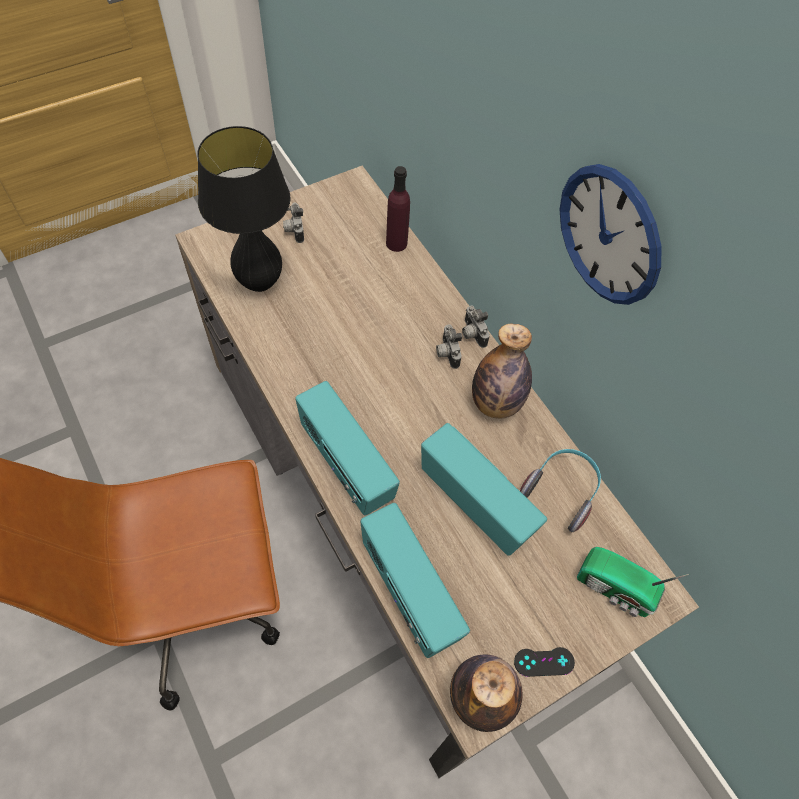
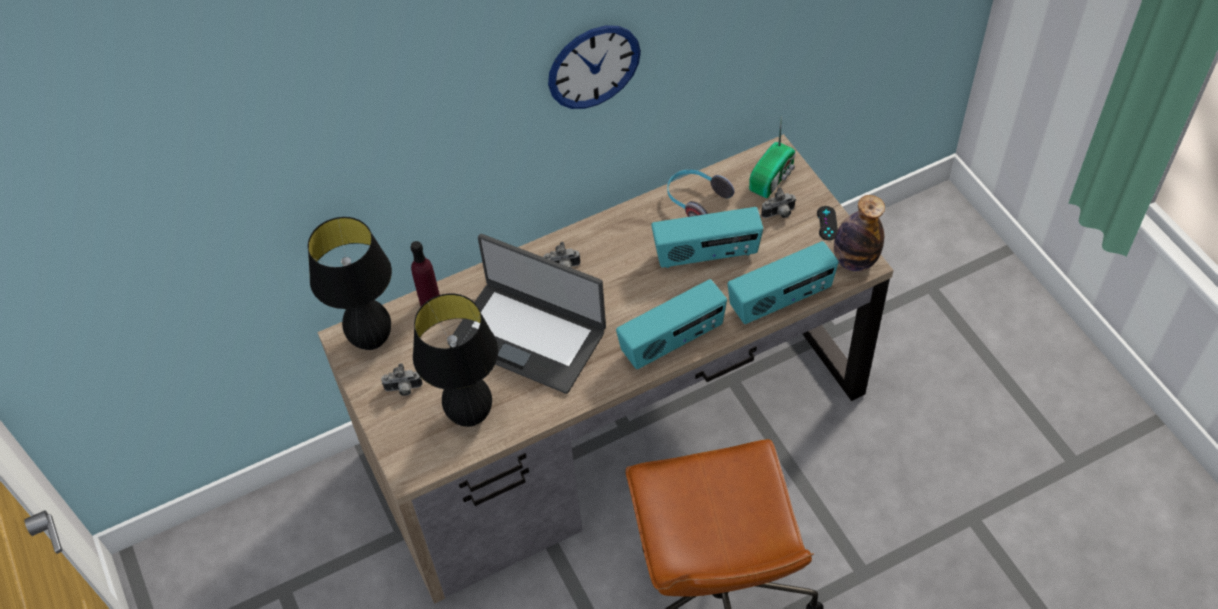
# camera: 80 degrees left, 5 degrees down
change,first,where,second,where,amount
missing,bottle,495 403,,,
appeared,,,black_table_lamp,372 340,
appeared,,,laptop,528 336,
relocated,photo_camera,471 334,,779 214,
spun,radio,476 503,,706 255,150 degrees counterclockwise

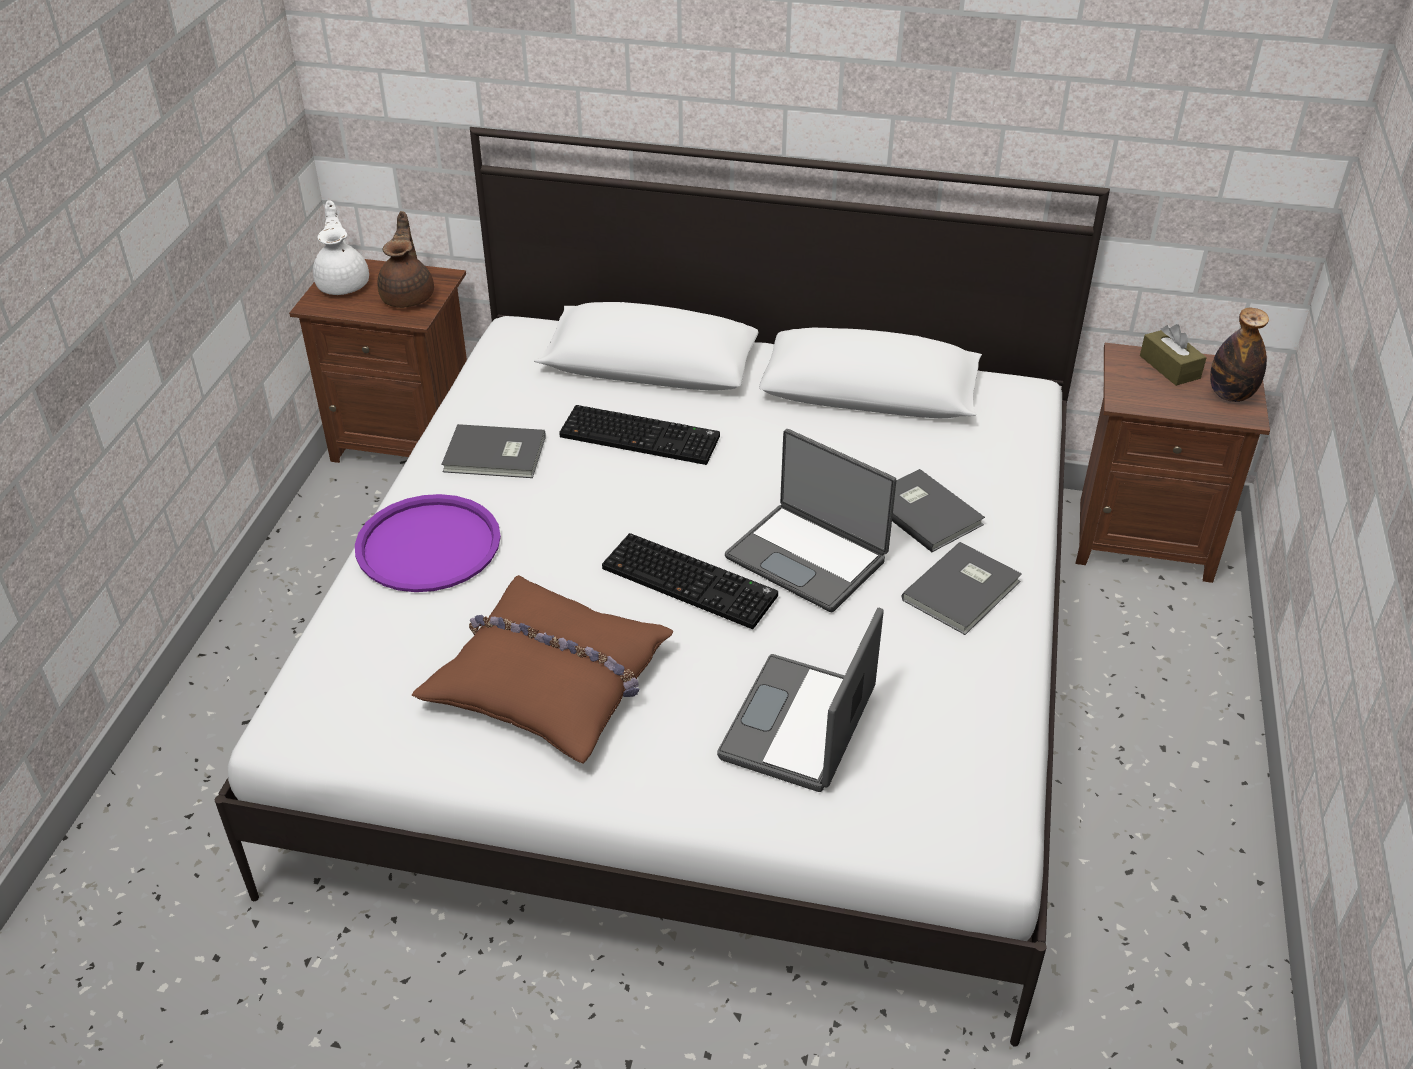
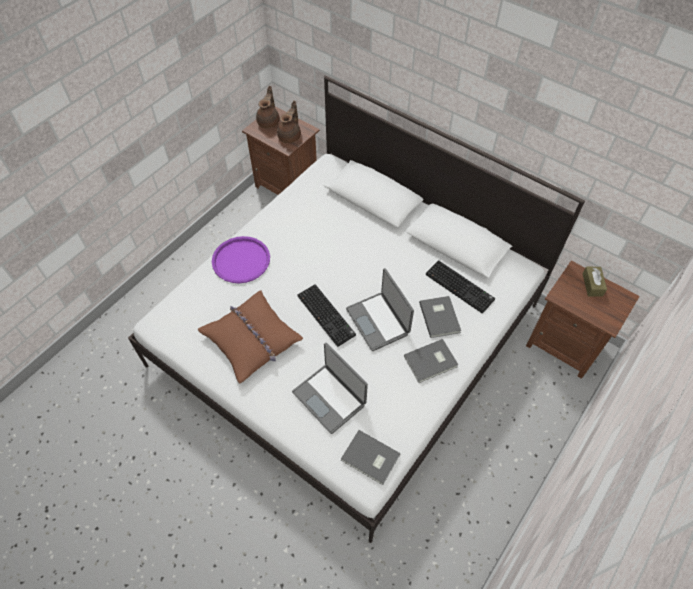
# camera: 25 degrees right, 15 degrees up
change,first,where,second,where,amount
missing,bottle,1230 395,,,
relocated,grey_book,495 456,,370 459,
relocated,keyboard,642 436,,460 286,
colour,white_teapot,344 284,brown_teapot,269 121,
spun,laptop,800 726,,330 398,90 degrees counterclockwise

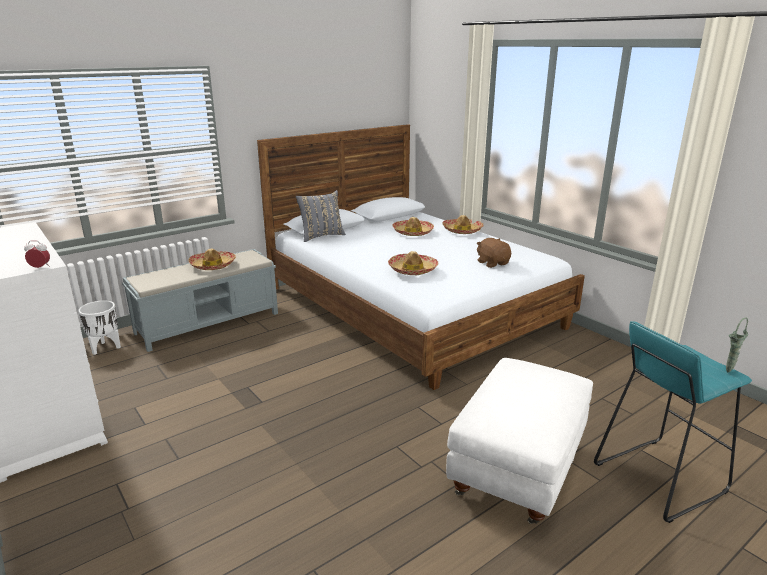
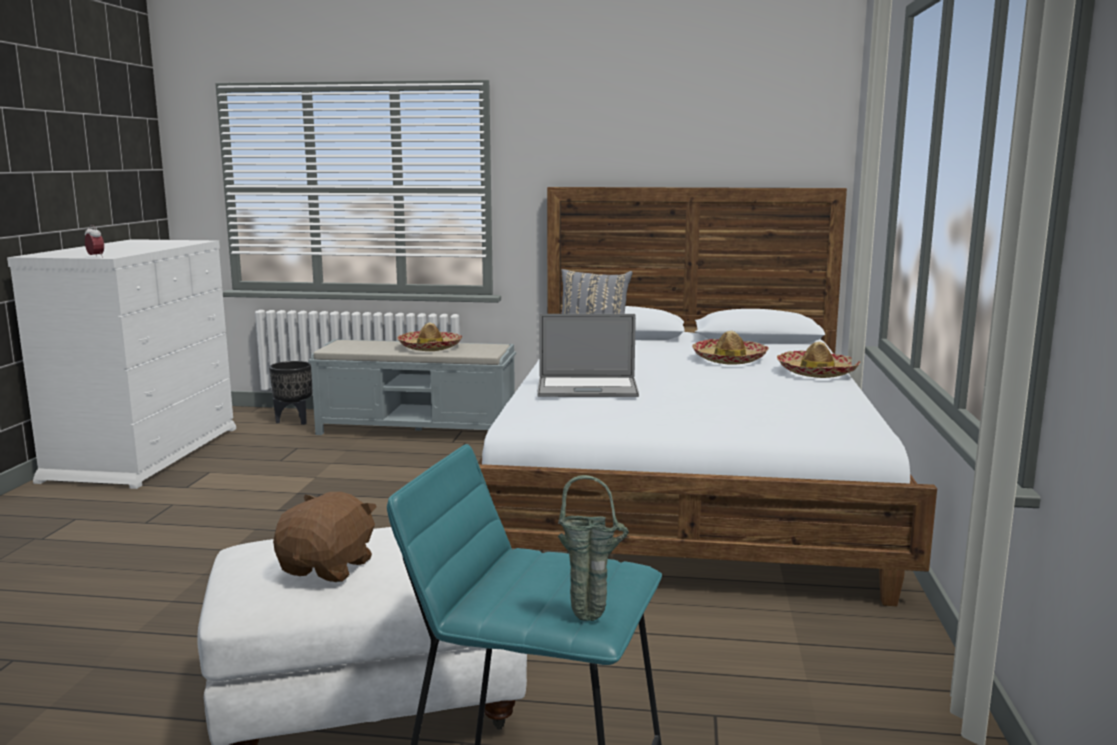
# camera: 45 degrees right, 10 degrees down
change,first,where,second,where,amount
relocated,brown_plush_toy,492 263,,328 567,
exchanged,hat,413 270,laptop,587 388,
colour,white_planter,105 348,black_planter,294 421,

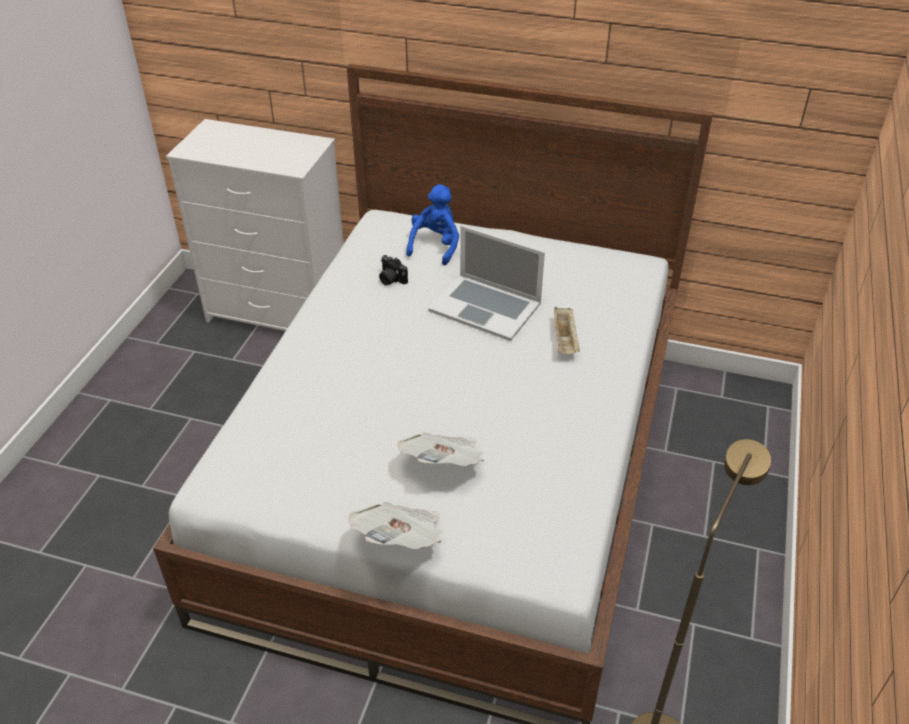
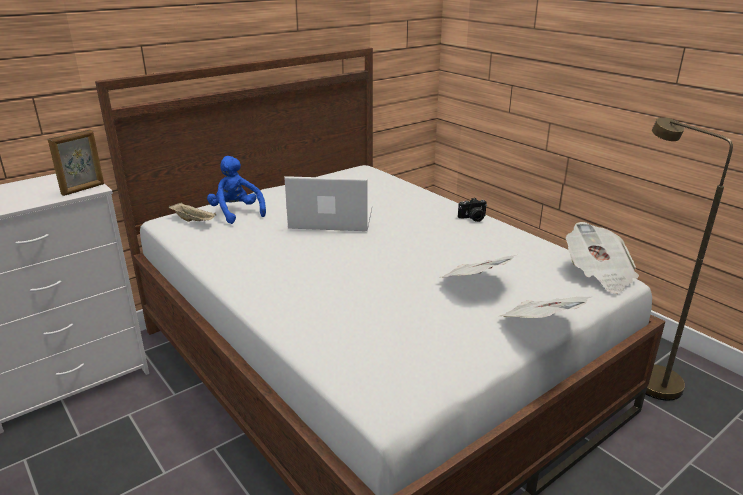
# camera: 55 degrees left, 15 degrees down
change,first,where,second,where,amount
appeared,,,picture_frame,83 189,
appeared,,,newspaper,598 274,
relocated,photo_camera,391 279,,473 218,
relocated,beige_tray,565 340,,194 221,
spun,laptop,485 306,,331 219,150 degrees counterclockwise

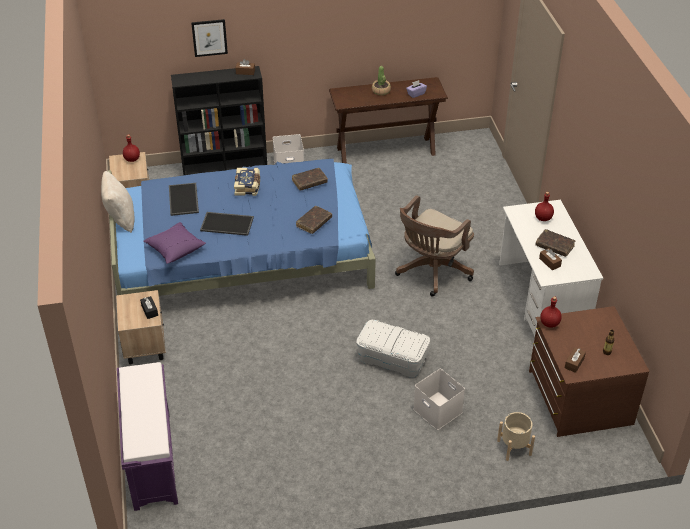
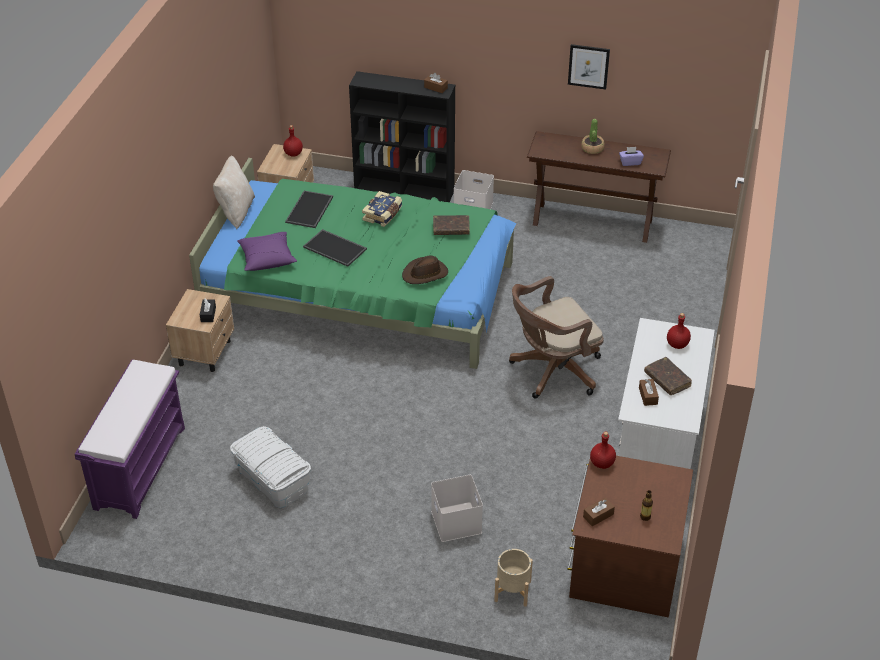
# camera: 25 degrees right, 0 degrees up
change,first,where,second,where,amount
relocated,picture,209 37,,588 66,
relocated,white_storage_box,392 359,,272 480,
exchanged,brown_book,314 223,brown_hat,425 274,
colour,blue_bed,244 256,green_bed,362 292,

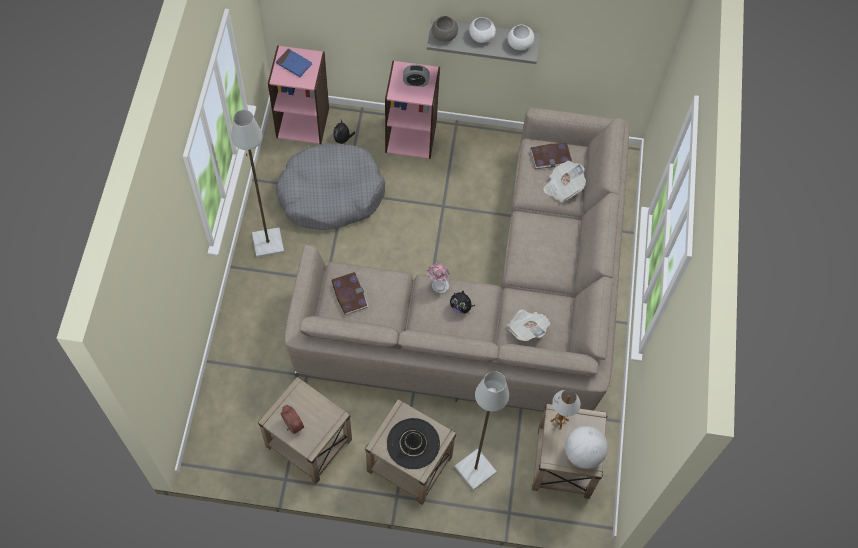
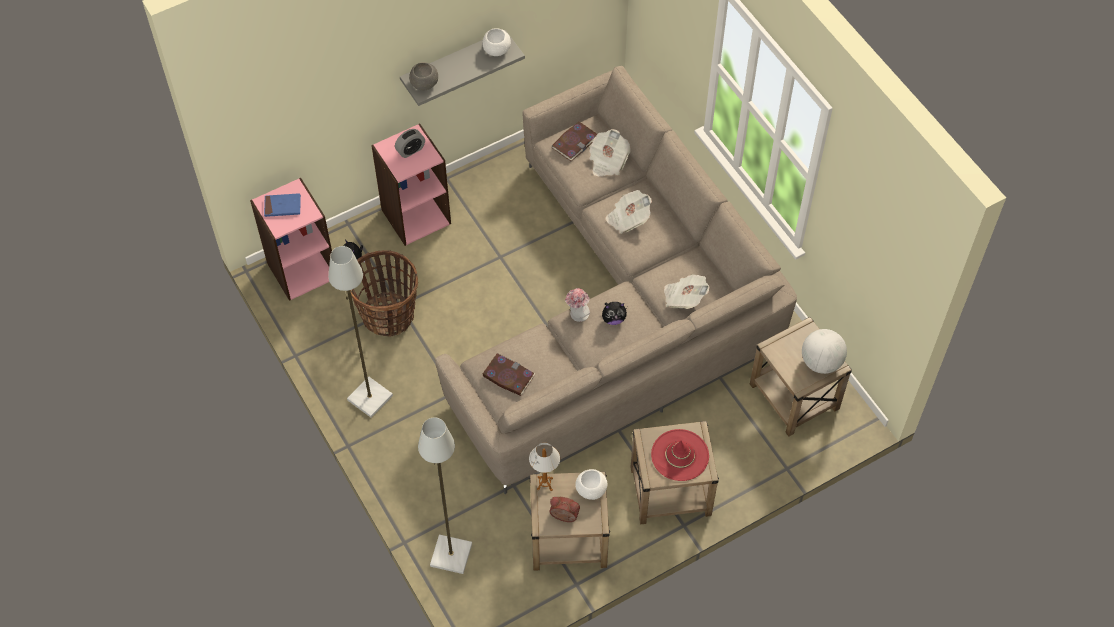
# camera: 35 degrees left, 5 degrees down
change,first,where,second,where,amount
appeared,,,newspaper,628 218,
relocated,grey_floor_lamp,474 469,,450 555,
relocated,white_bowl,481 36,,590 489,
relocated,table_lamp,559 420,,545 484,
exchanged,grey_dog_bed,330 194,basket,388 315,
colour,black_hat,413 444,red_hat,680 455,

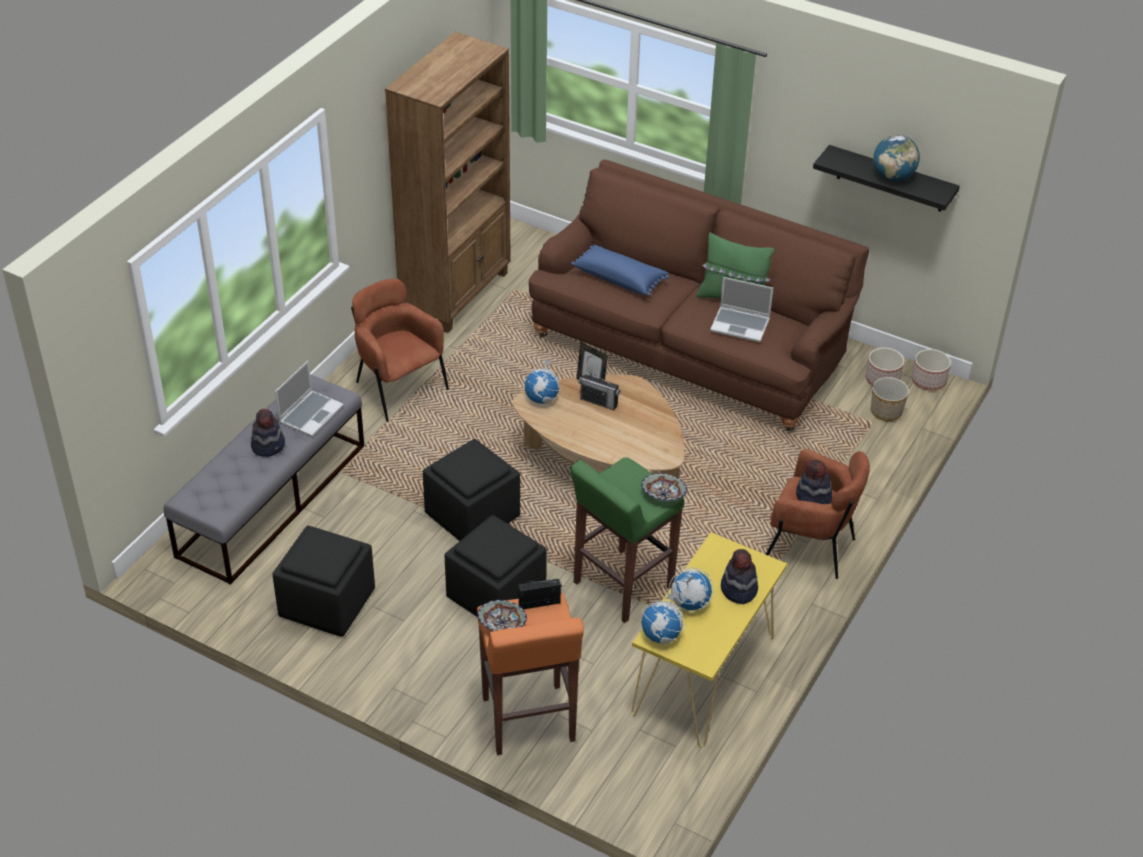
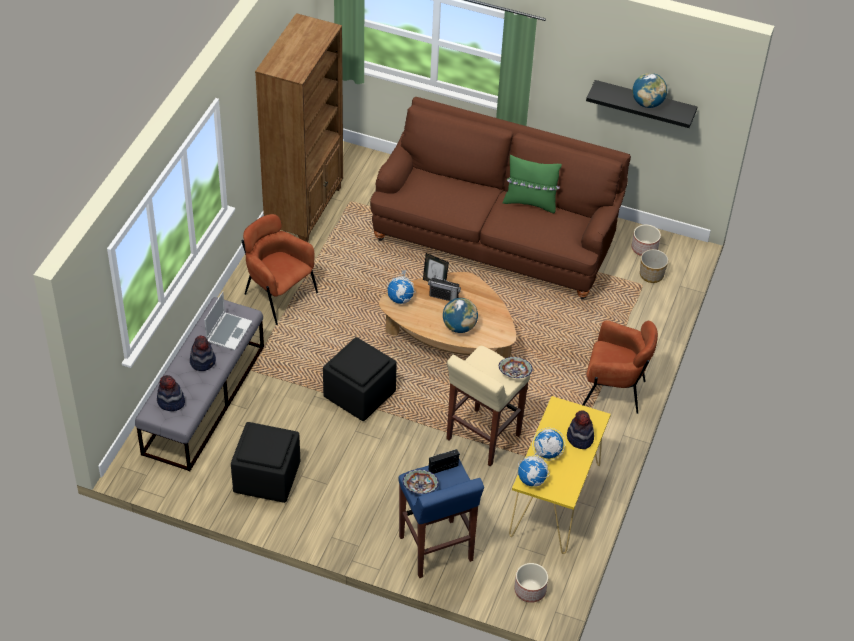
# camera: 10 degrees left, 5 degrees up
change,first,where,second,where,amount
missing,black_ottoman,497 595,,,
missing,blue_pillow,620 278,,,
missing,laptop,741 325,,,
appeared,,,globe,459 327,
relocated,hat,813 497,,171 402,
relocated,planter,928 381,,529 590,
colour,orange_stool,528 721,blue_stool,436 549,
colour,green_stool,621 586,beige_stool,482 438,

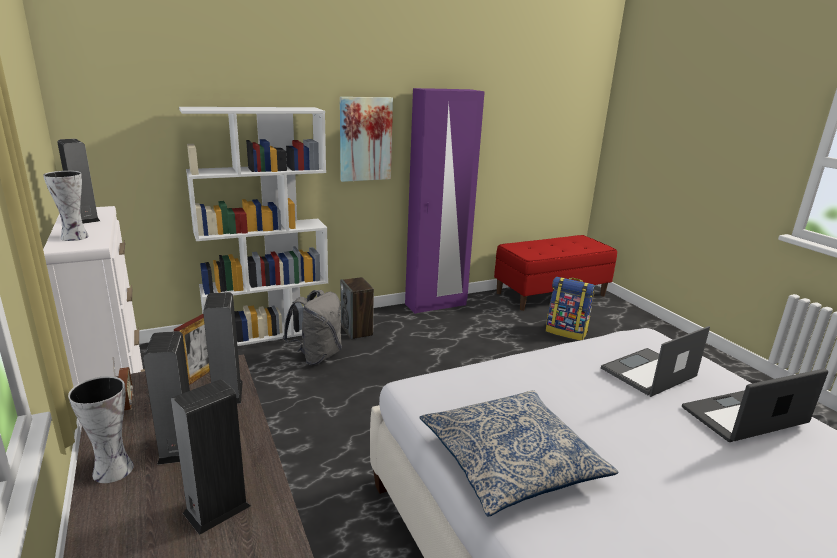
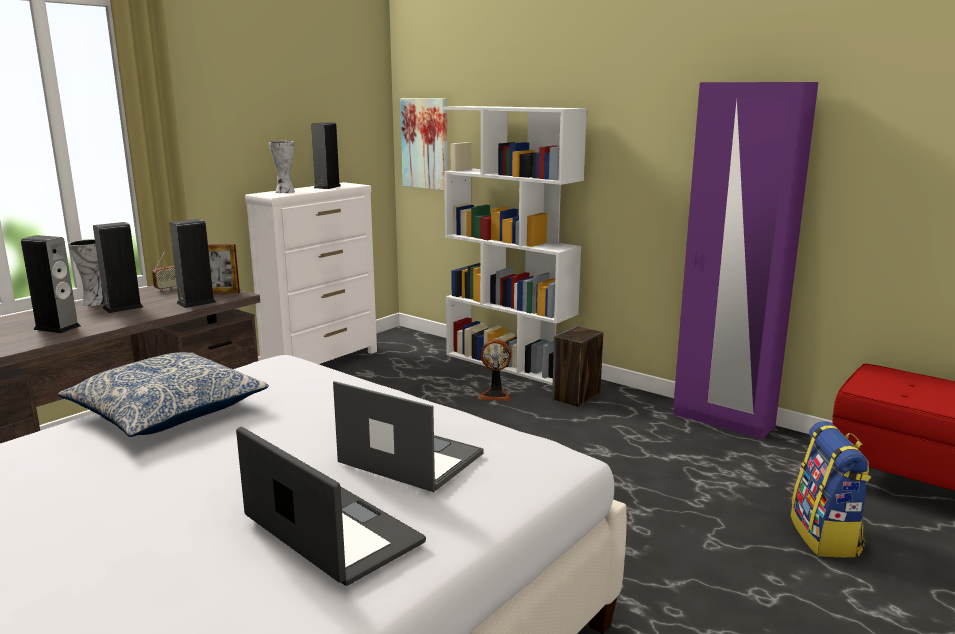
# camera: 65 degrees right, 5 degrees down
change,first,where,second,where,amount
relocated,picture,365 139,,425 143,
exchanged,grey_backpack,317 356,fan,495 395,

